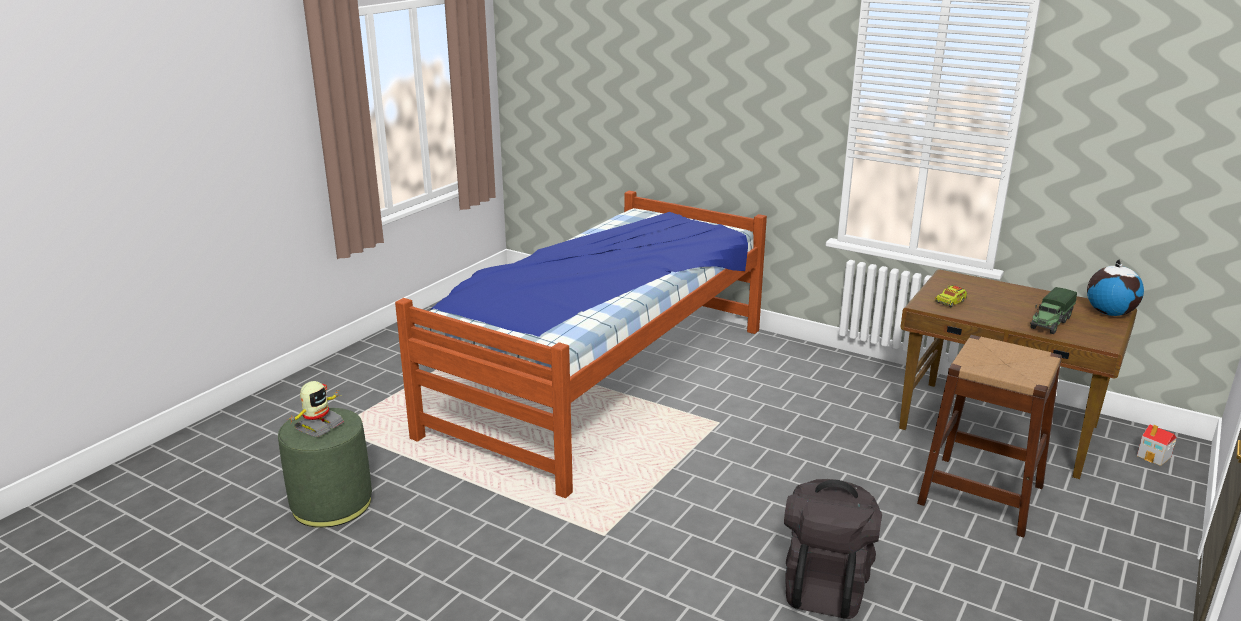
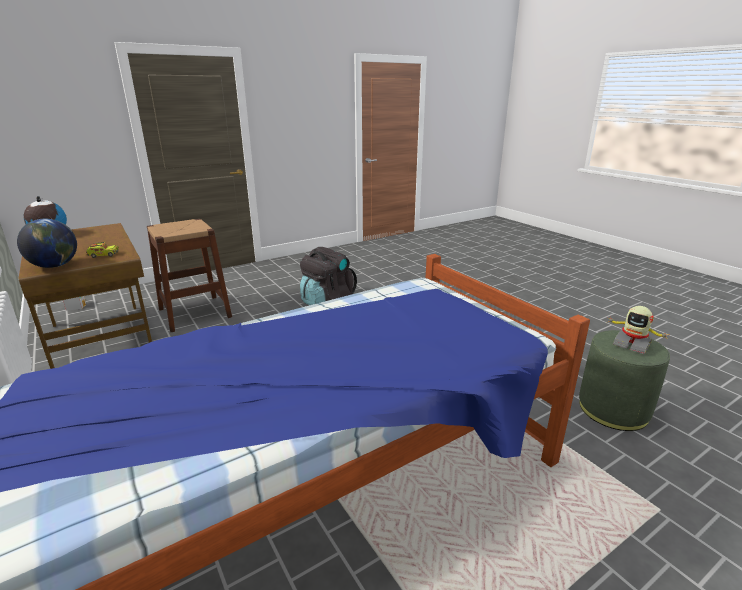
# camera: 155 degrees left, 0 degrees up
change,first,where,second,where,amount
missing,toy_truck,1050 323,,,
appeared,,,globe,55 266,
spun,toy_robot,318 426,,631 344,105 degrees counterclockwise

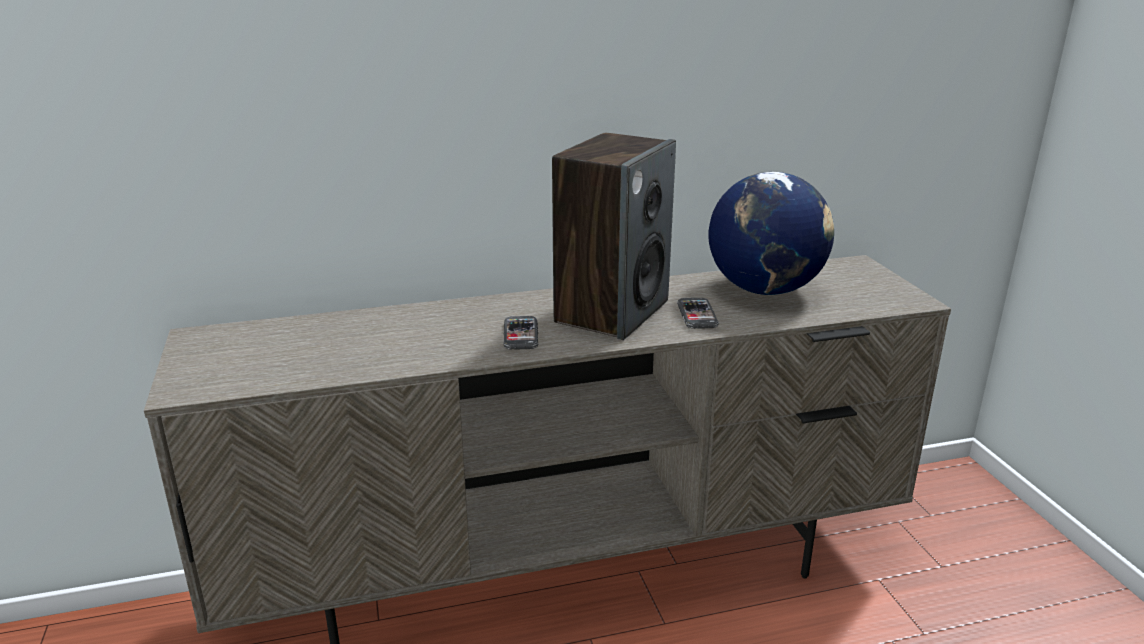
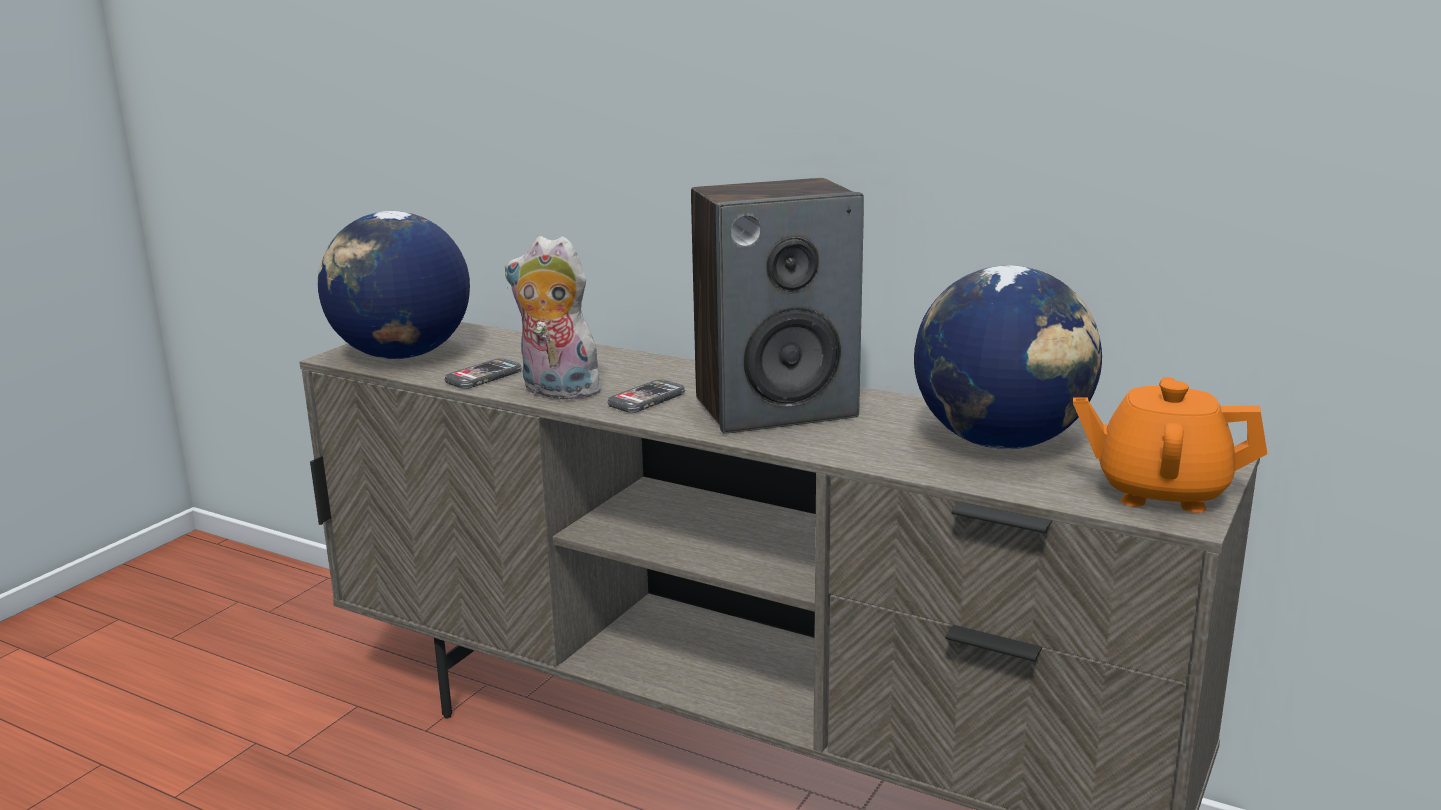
# camera: 45 degrees right, 5 degrees down
change,first,where,second,where,amount
appeared,,,globe,401 356,
appeared,,,plush_toy,556 392,
appeared,,,orange_teapot,1160 492,
relocated,phone,697 315,,483 376,

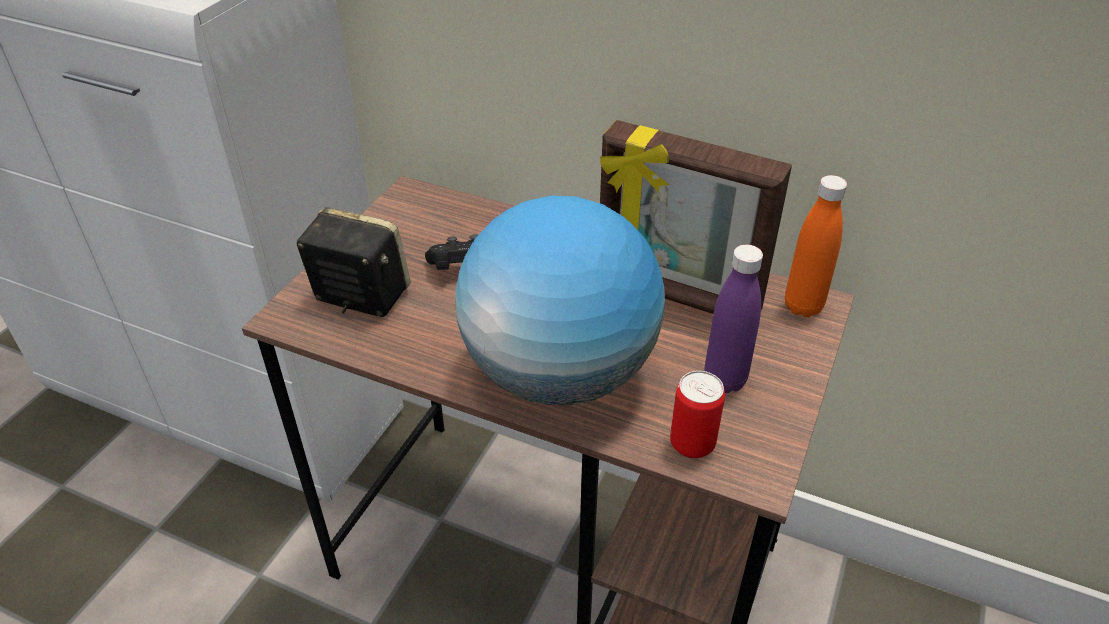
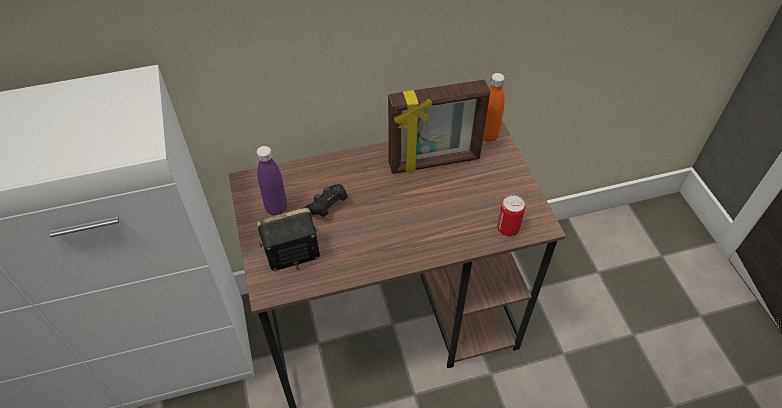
# camera: 40 degrees left, 10 degrees up
change,first,where,second,where,amount
missing,globe,560 374,,,
relocated,purple_bottle,724 380,,276 208,

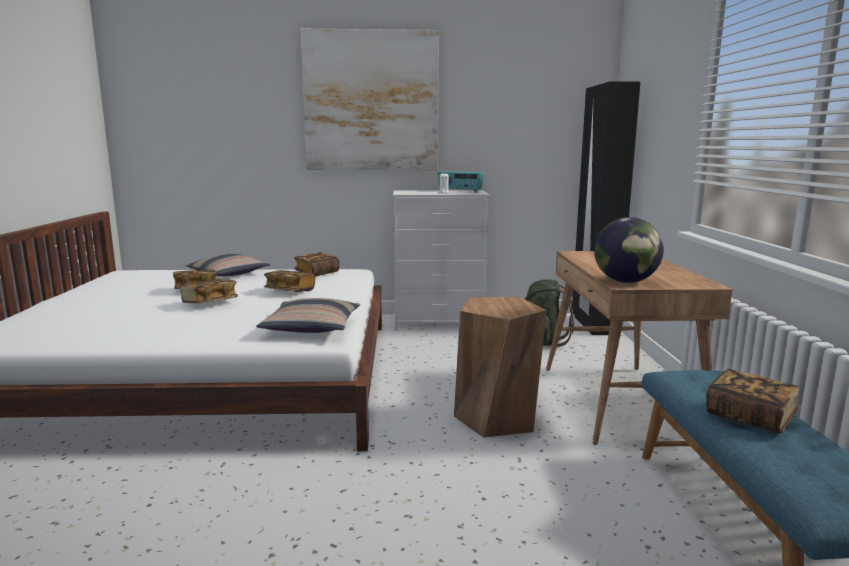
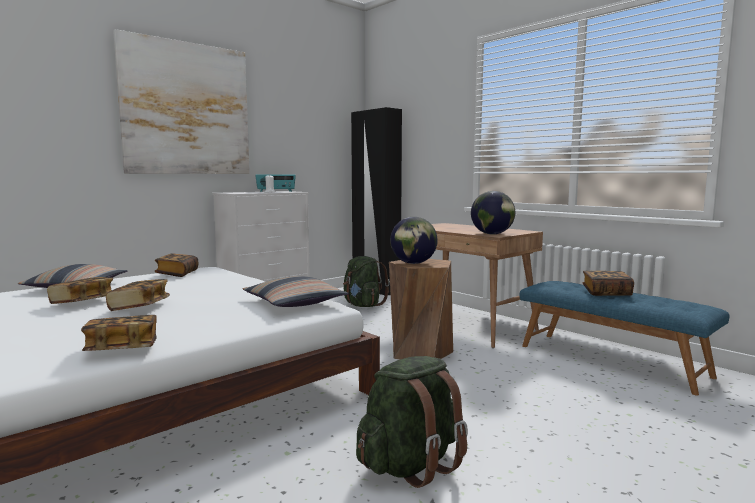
# camera: 40 degrees left, 5 degrees down
change,first,where,second,where,amount
appeared,,,green_backpack,411 465,
appeared,,,globe,413 263,
relocated,book,290 291,,122 349,

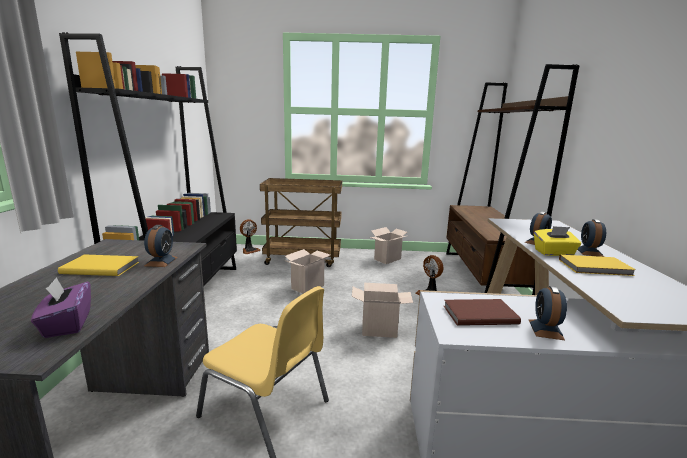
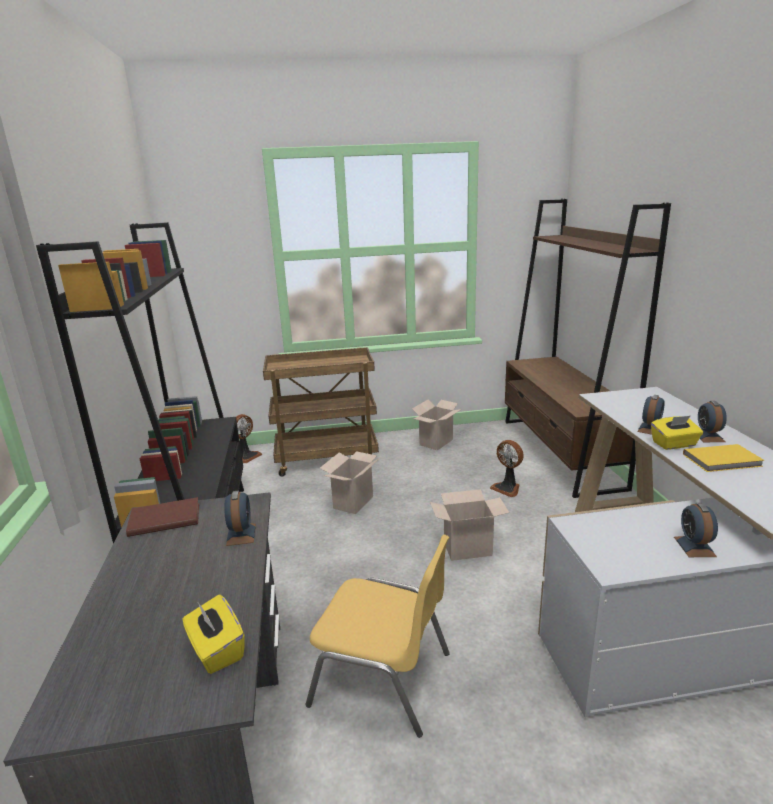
# camera: 10 degrees left, 5 degrees up
change,first,where,second,where,amount
missing,yellow_book,101 267,,,
relocated,brown_book,478 314,,164 519,
colour,purple_tissue_box,67 324,yellow_tissue_box,216 650,

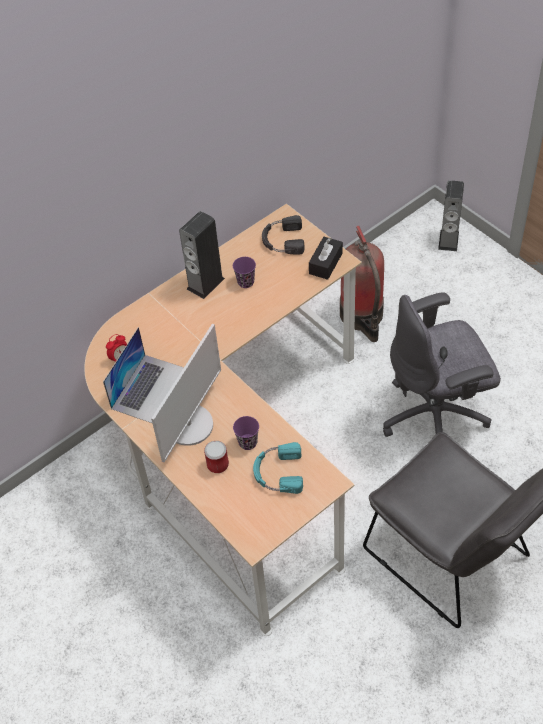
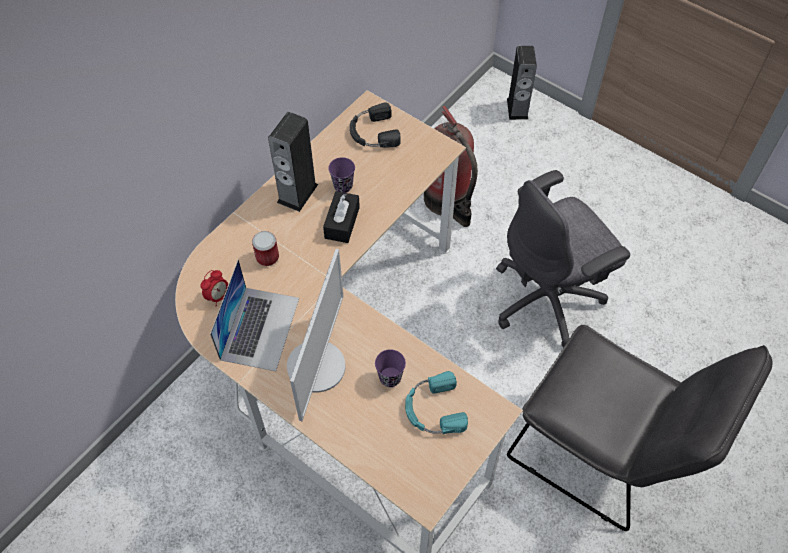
# camera: 15 degrees left, 5 degrees up
change,first,where,second,where,amount
relocated,can,217 464,,267 257,
relocated,black_tissue_box,325 263,,342 222,

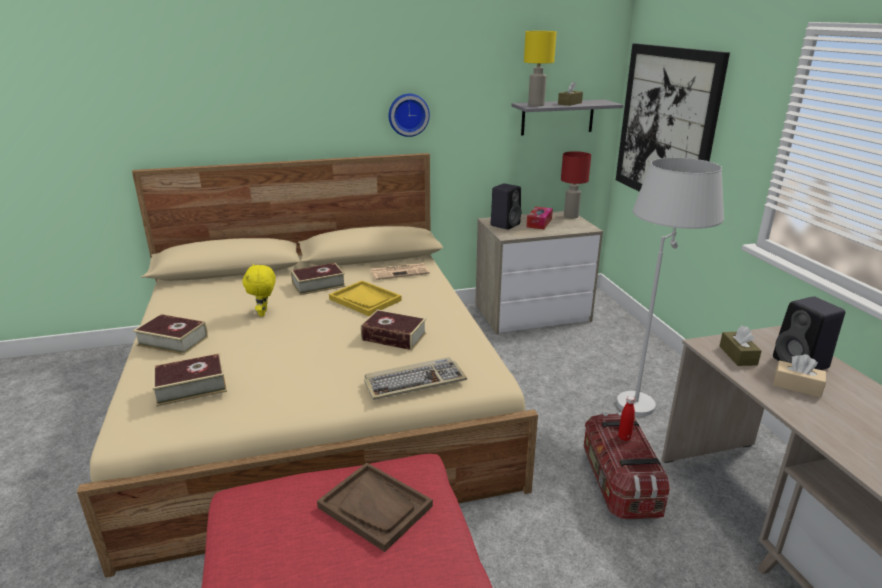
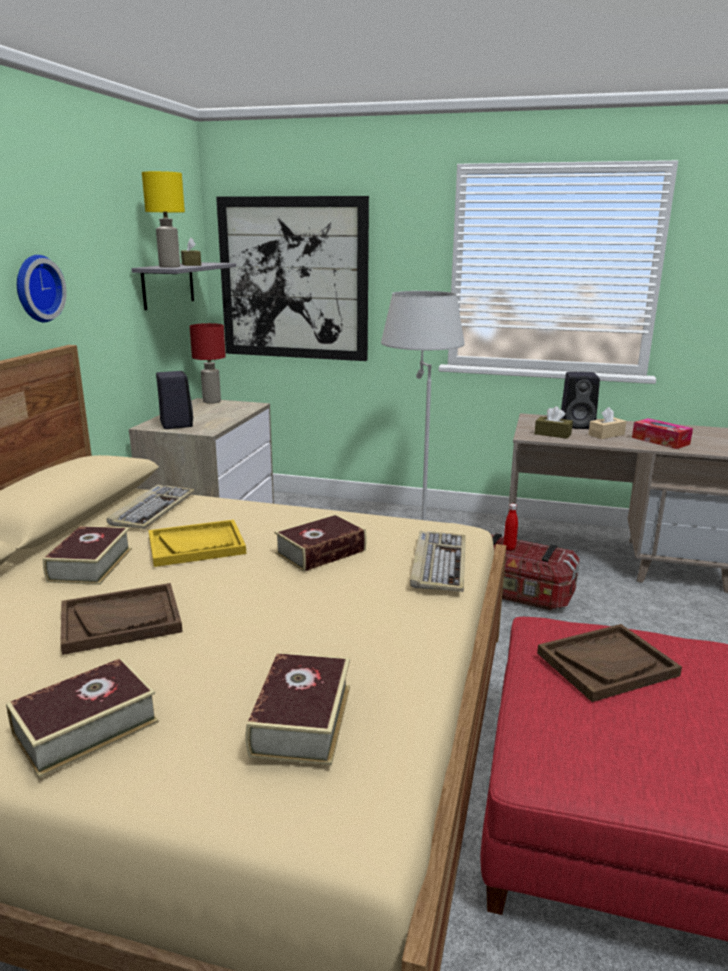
# camera: 60 degrees left, 5 degrees down
change,first,where,second,where,amount
relocated,tissue_box,539 223,,660 441,
exchanged,yellow_plush_toy,264 313,brown_tray,121 620,
exchanged,newspaper,400 272,keyboard,152 509,

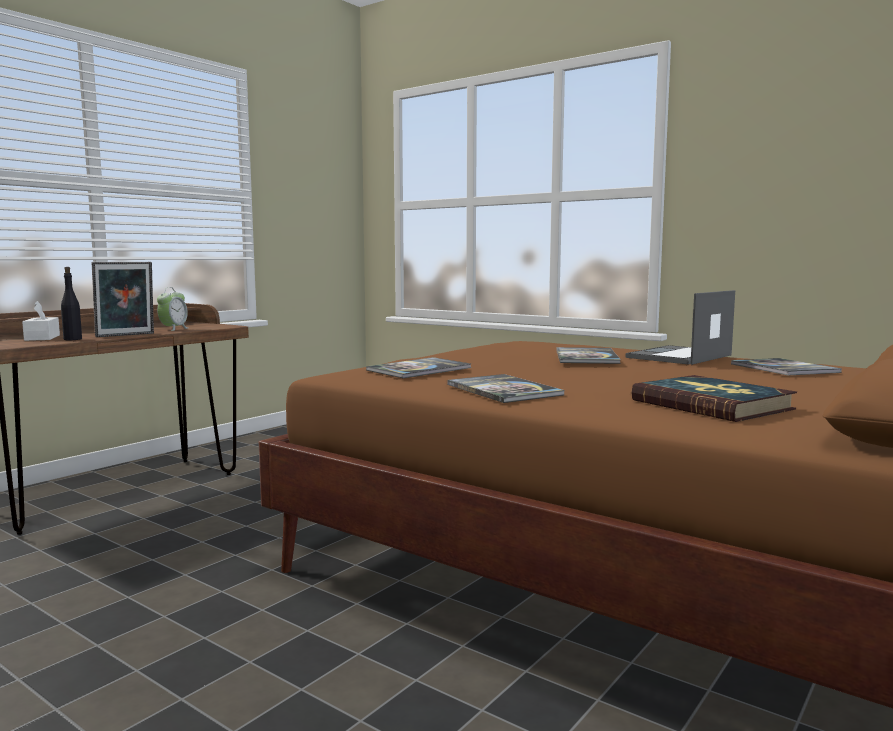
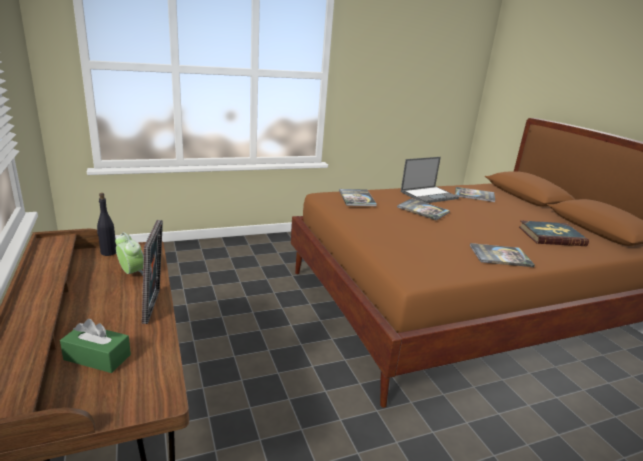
# camera: 60 degrees left, 15 degrees up
change,first,where,second,where,amount
relocated,black_bottle,72 339,,108 252,
relocated,book,419 369,,357 198,
colour,white_tissue_box,42 338,green_tissue_box,97 357,
spun,laptop,679 356,,429 195,105 degrees counterclockwise

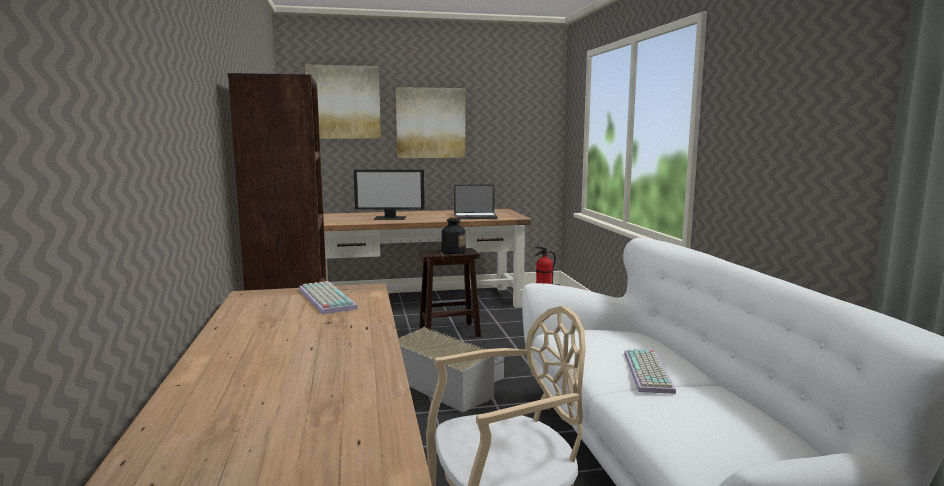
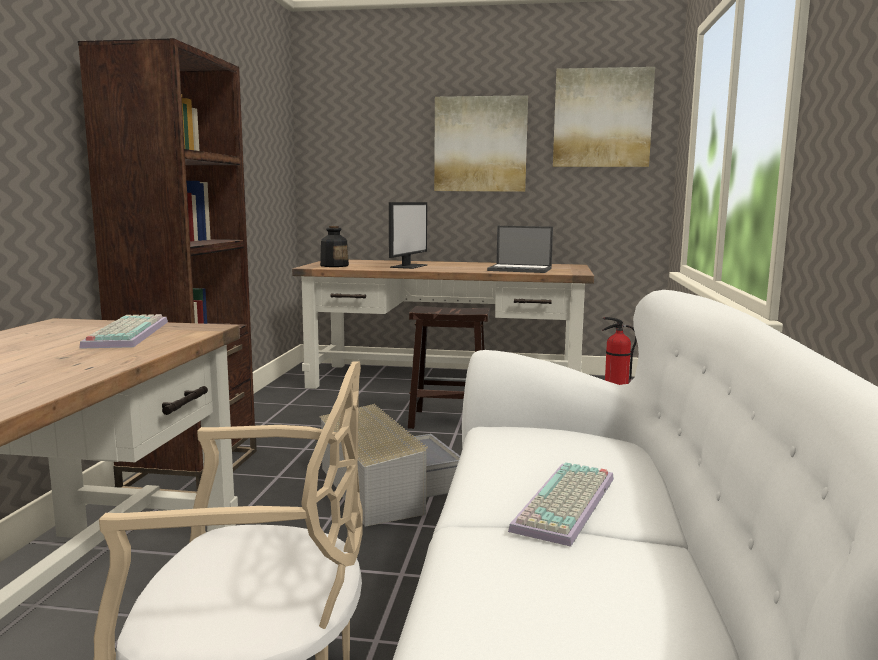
# camera: 20 degrees right, 0 degrees up
change,first,where,second,where,amount
relocated,picture,343 102,,602 118,
relocated,bottle,453 251,,334 265,
spun,monitor,390 218,,408 266,90 degrees counterclockwise

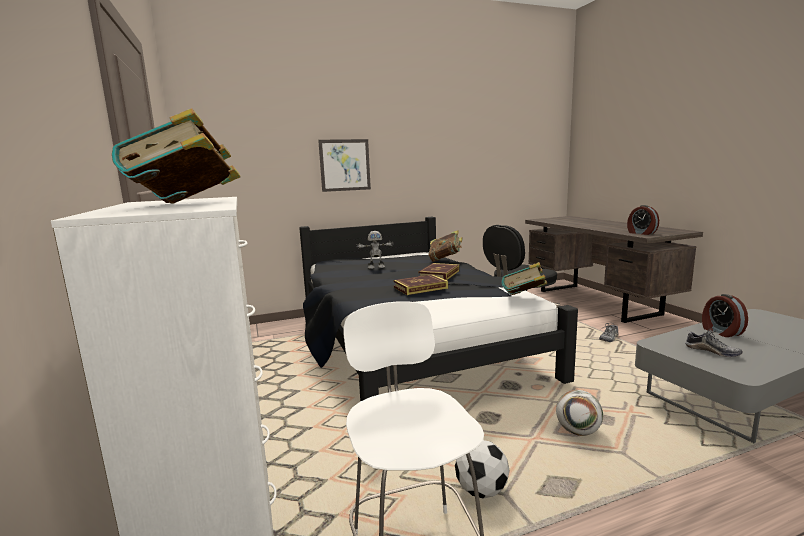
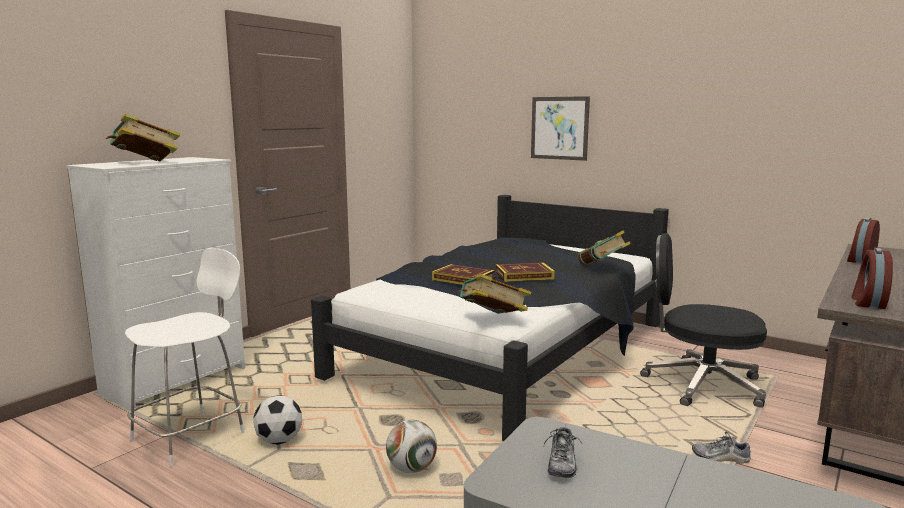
# camera: 55 degrees right, 0 degrees up
change,first,where,second,where,amount
missing,toy_robot,376 267,,,
relocated,alarm_clock,721 332,,860 260,

